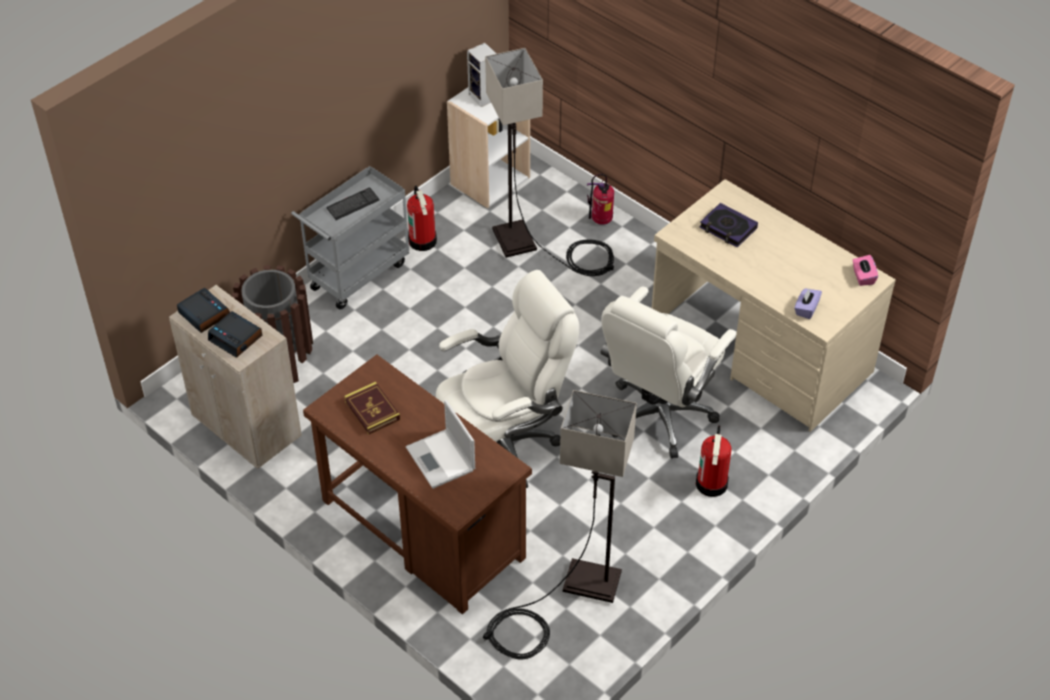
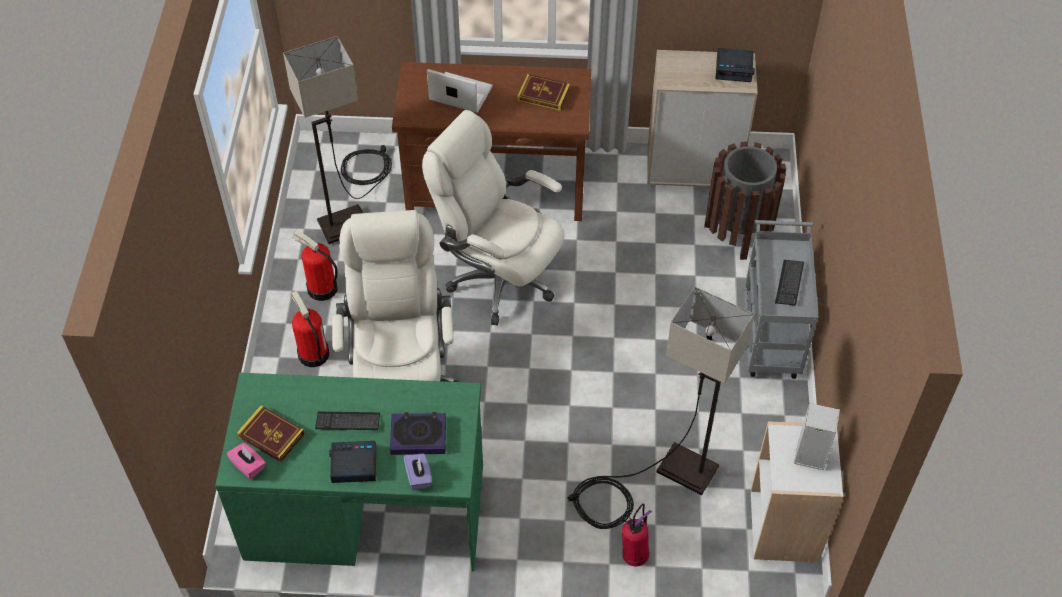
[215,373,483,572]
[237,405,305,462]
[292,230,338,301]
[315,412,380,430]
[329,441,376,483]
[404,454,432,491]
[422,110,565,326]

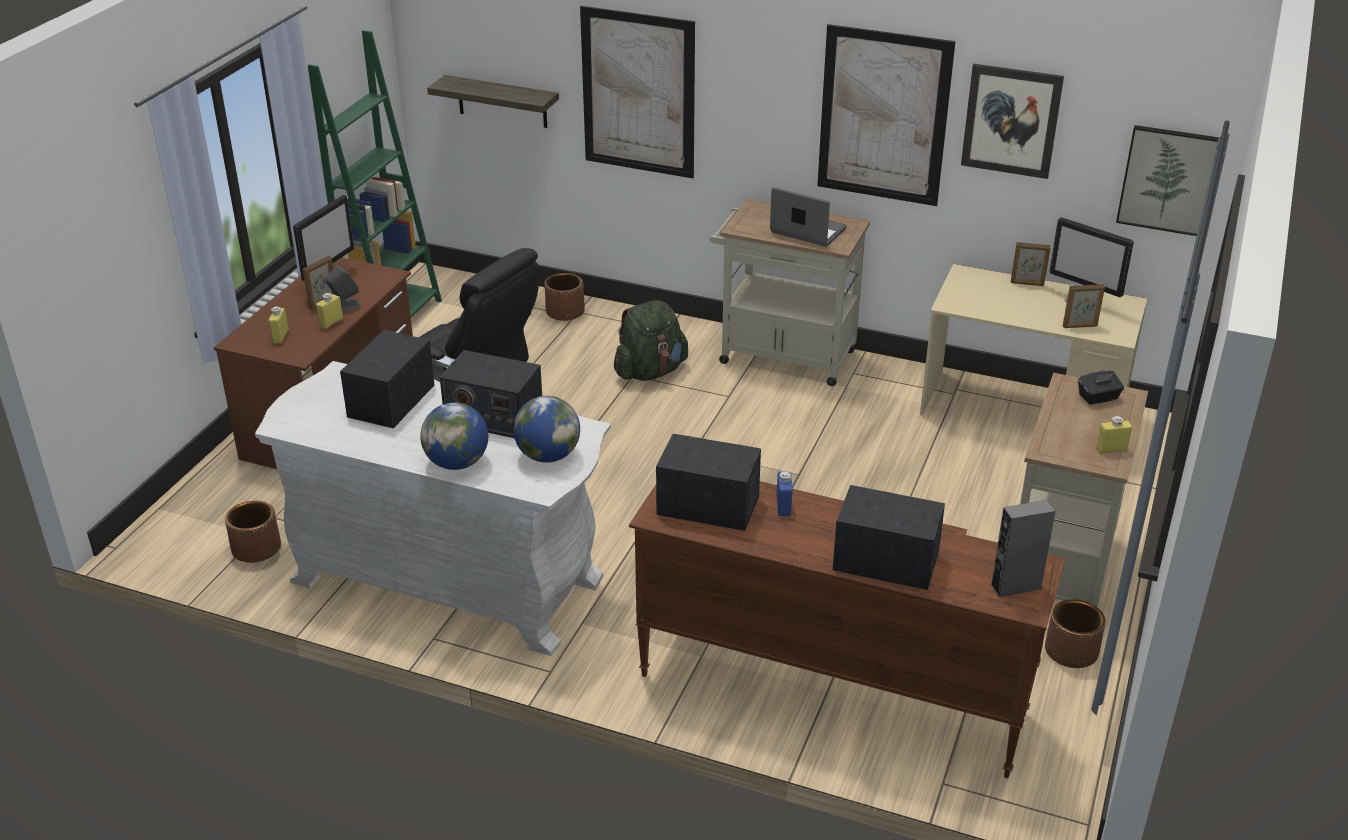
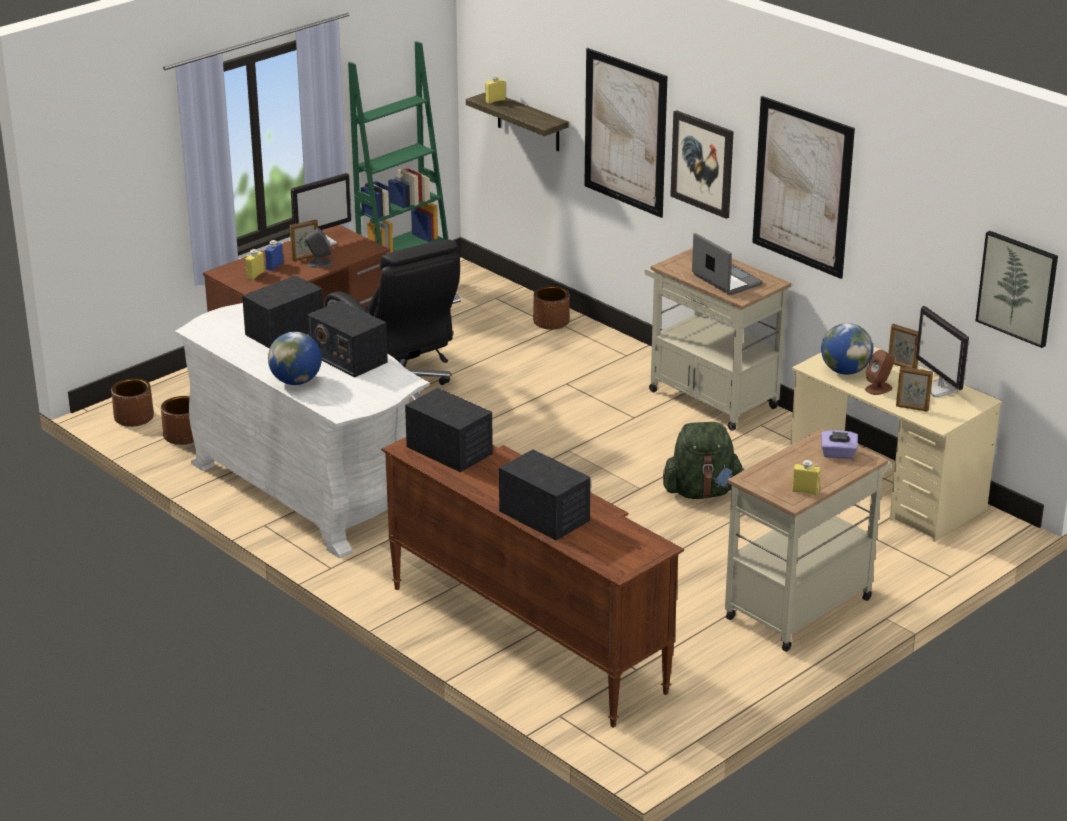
[111,379,154,427]
[265,240,284,271]
[485,75,506,104]
[663,422,744,499]
[670,110,734,219]
[821,323,873,375]
[821,430,858,459]
[865,350,895,395]
[990,500,1056,597] (first image)

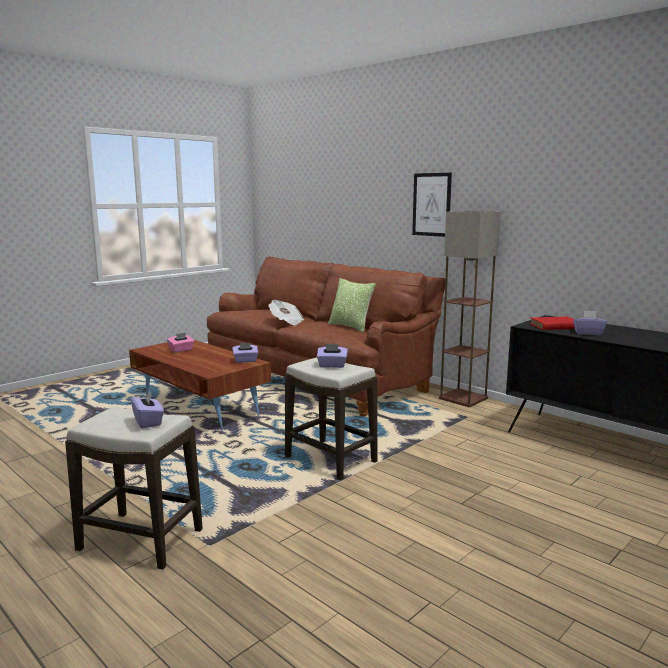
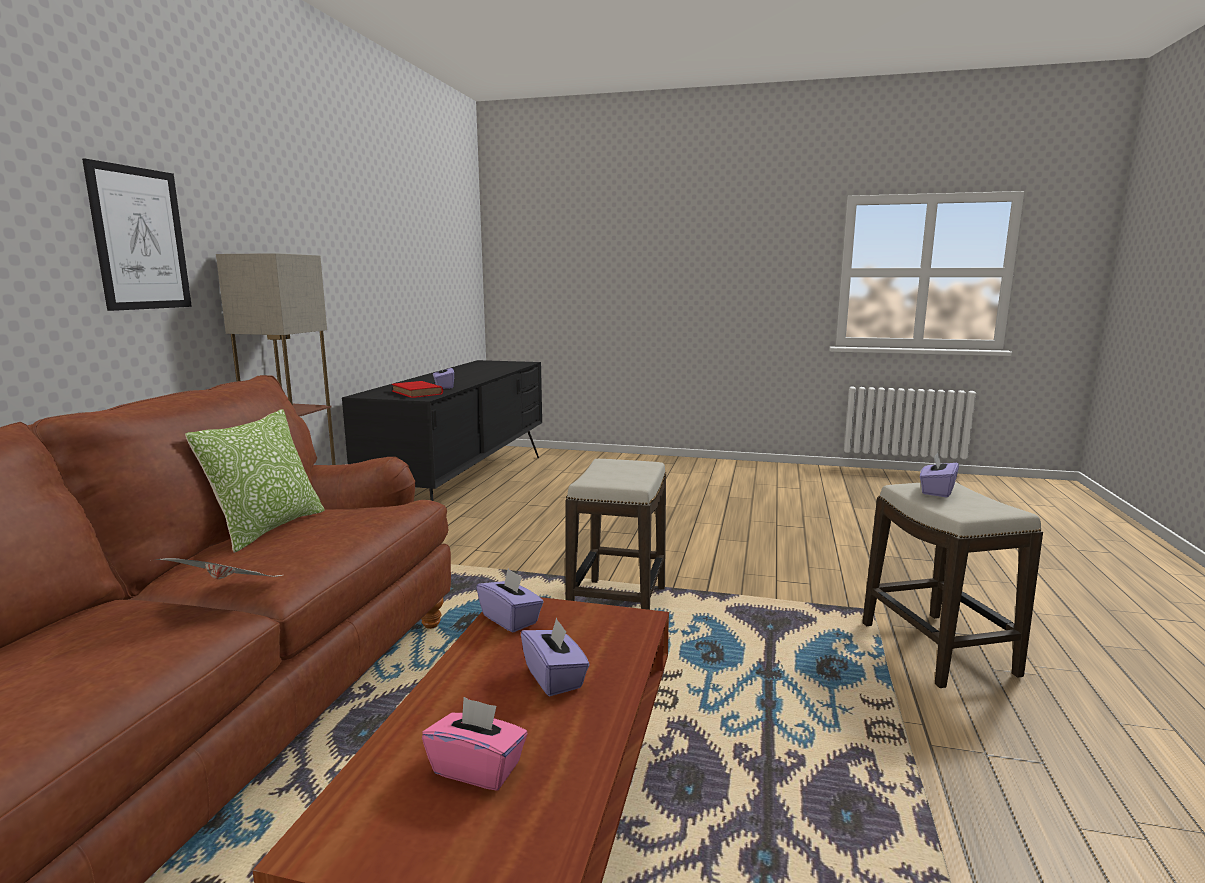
[521,617,589,696]

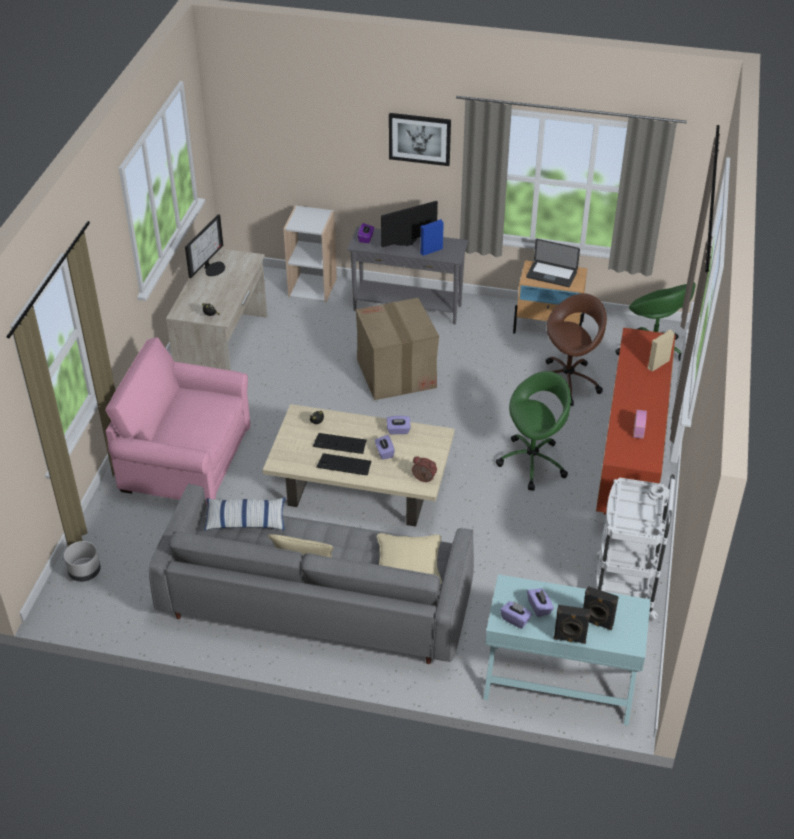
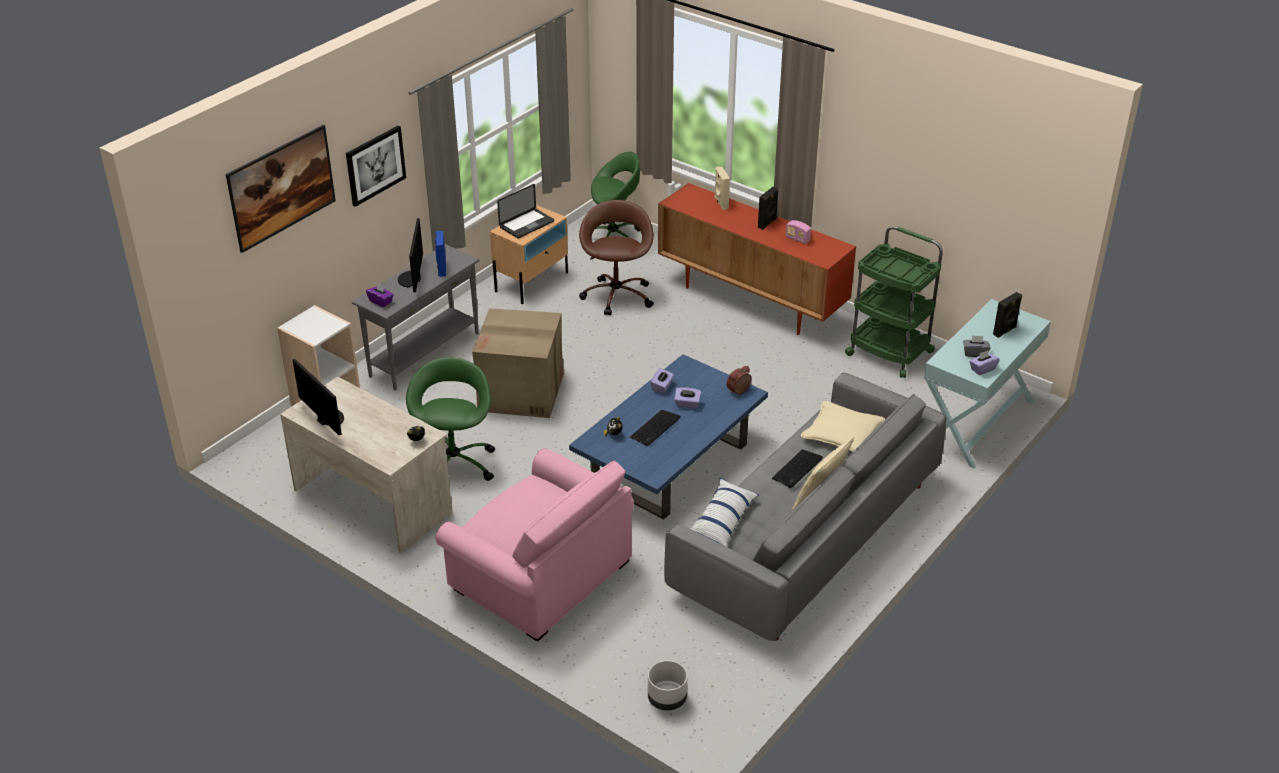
[226,125,336,253]
[406,357,495,481]
[436,448,634,642]
[569,354,768,519]
[758,187,779,230]
[772,449,823,488]
[845,226,943,378]
[963,335,991,357]

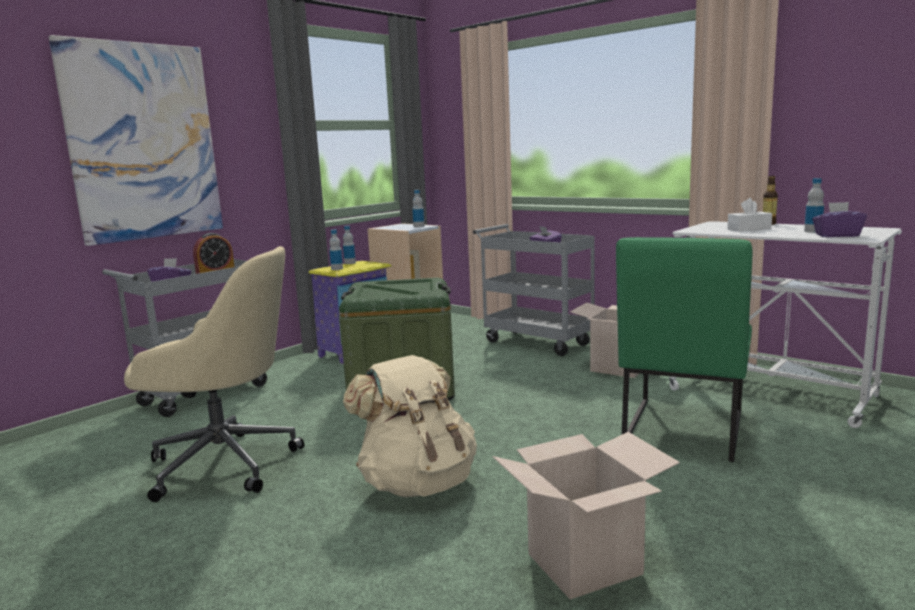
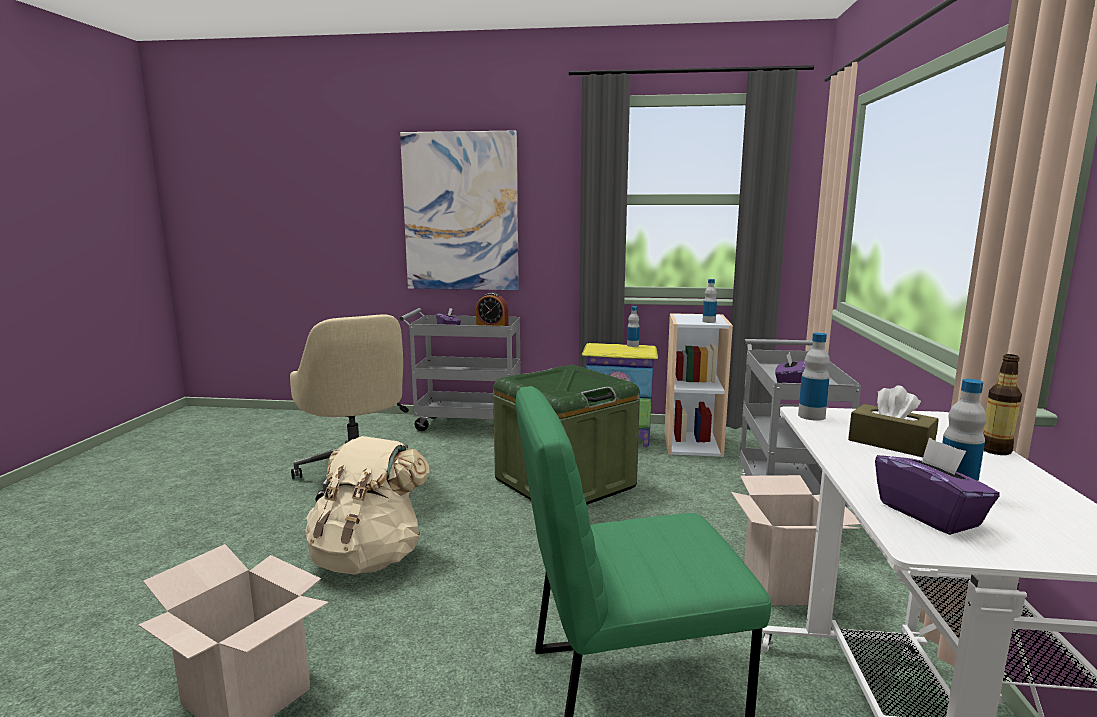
[798,332,830,421]
[848,385,939,457]

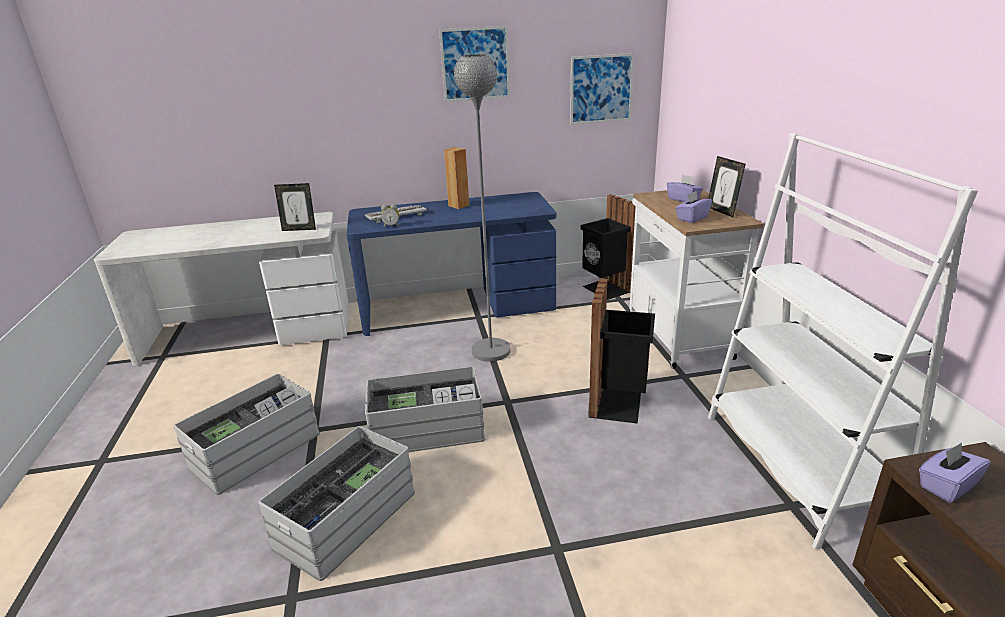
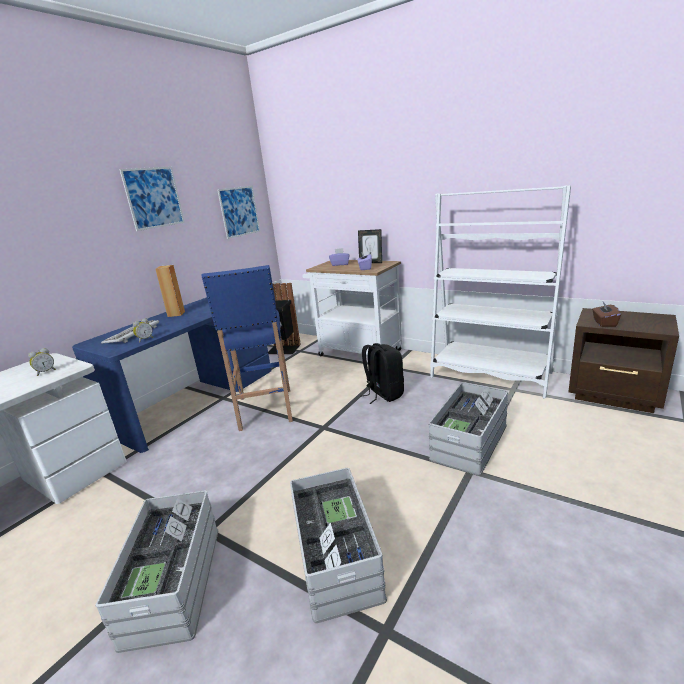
[28,348,56,376]
[202,265,293,431]
[360,343,404,404]
[429,382,508,476]
[592,302,621,327]

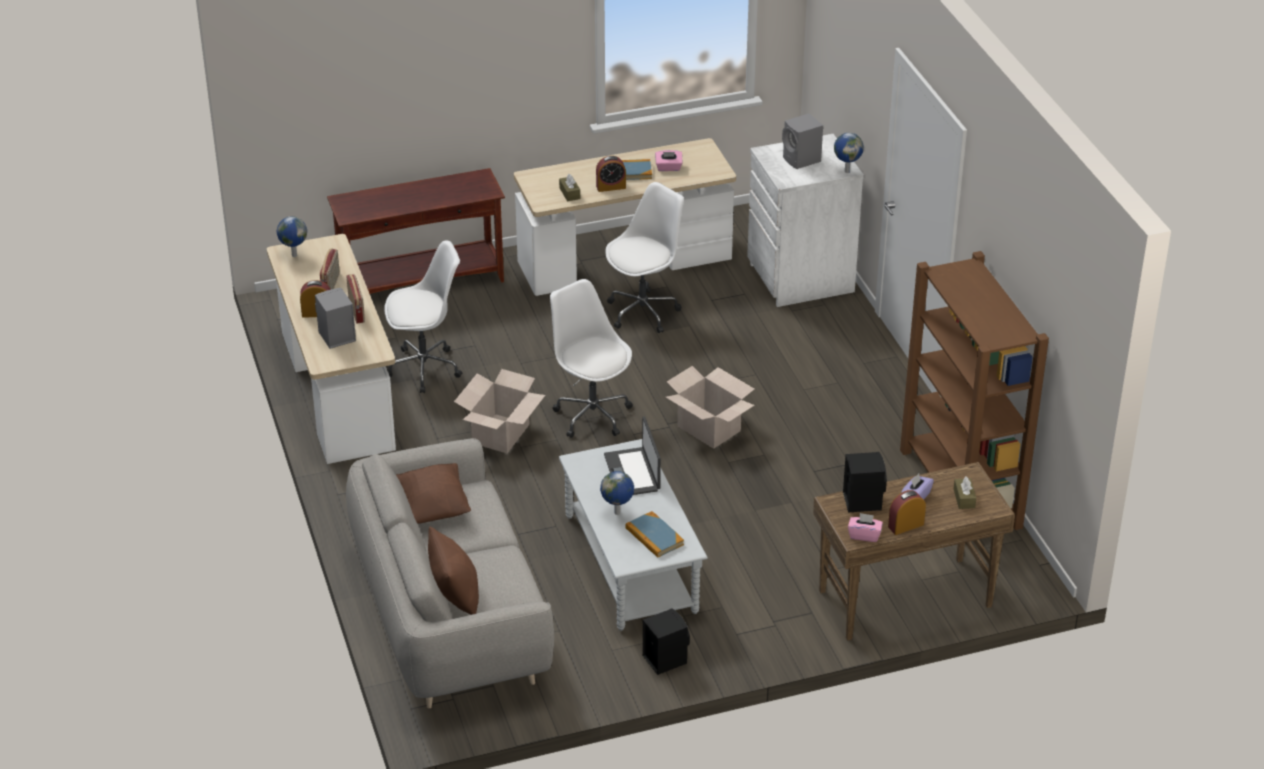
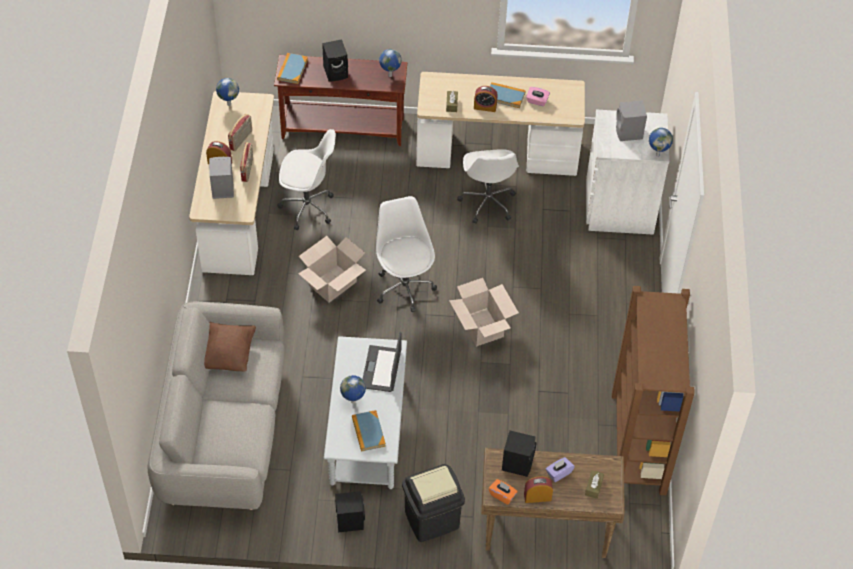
[277,53,308,84]
[322,39,348,82]
[379,49,402,77]
[402,464,465,542]
[457,149,519,224]
[489,479,518,505]
[428,526,479,615] (first image)

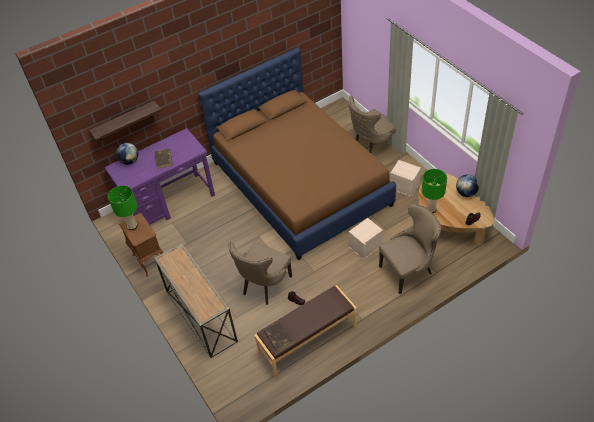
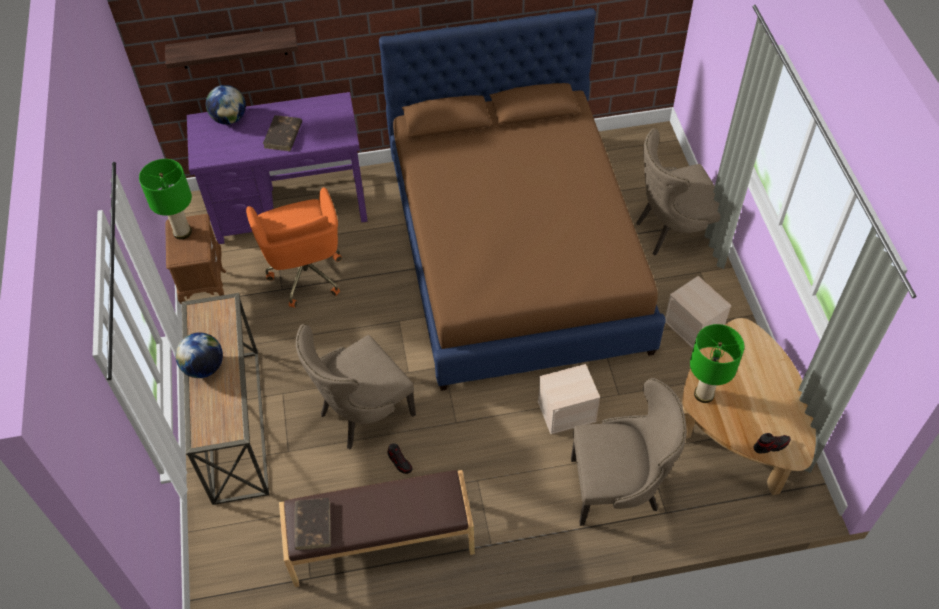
[176,333,223,378]
[246,188,342,308]

